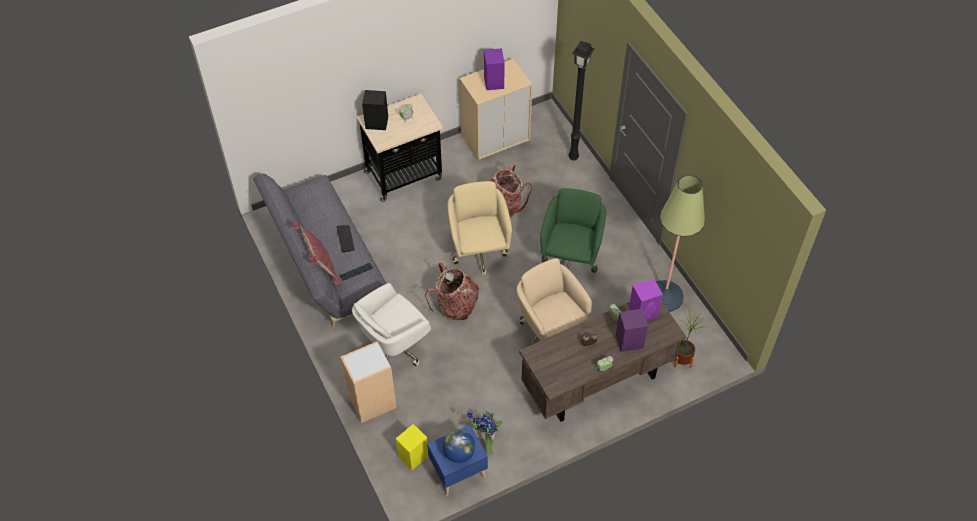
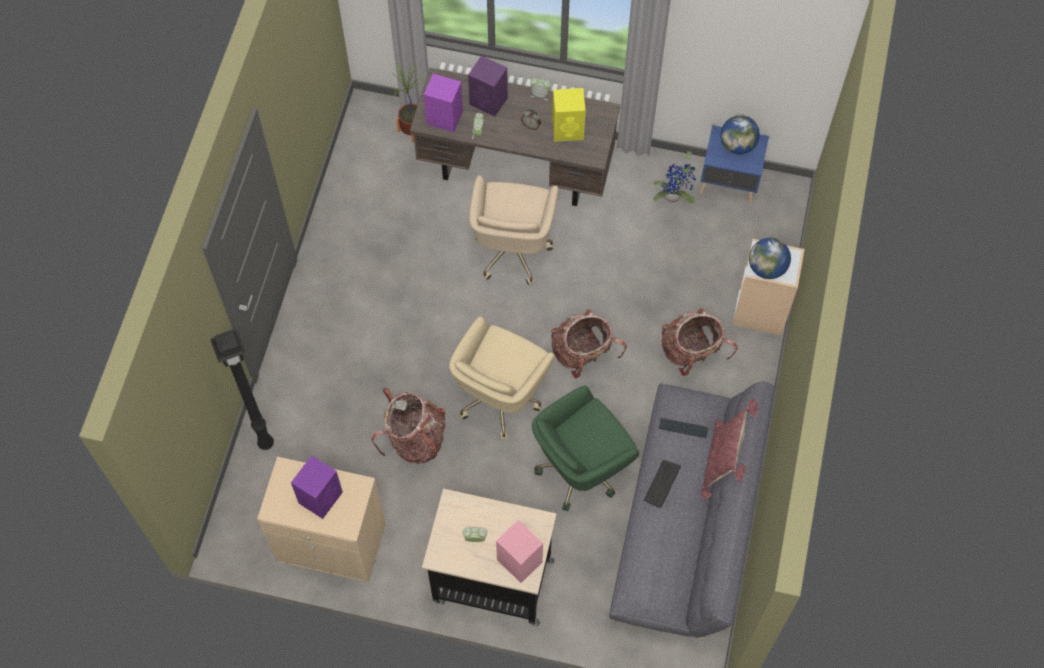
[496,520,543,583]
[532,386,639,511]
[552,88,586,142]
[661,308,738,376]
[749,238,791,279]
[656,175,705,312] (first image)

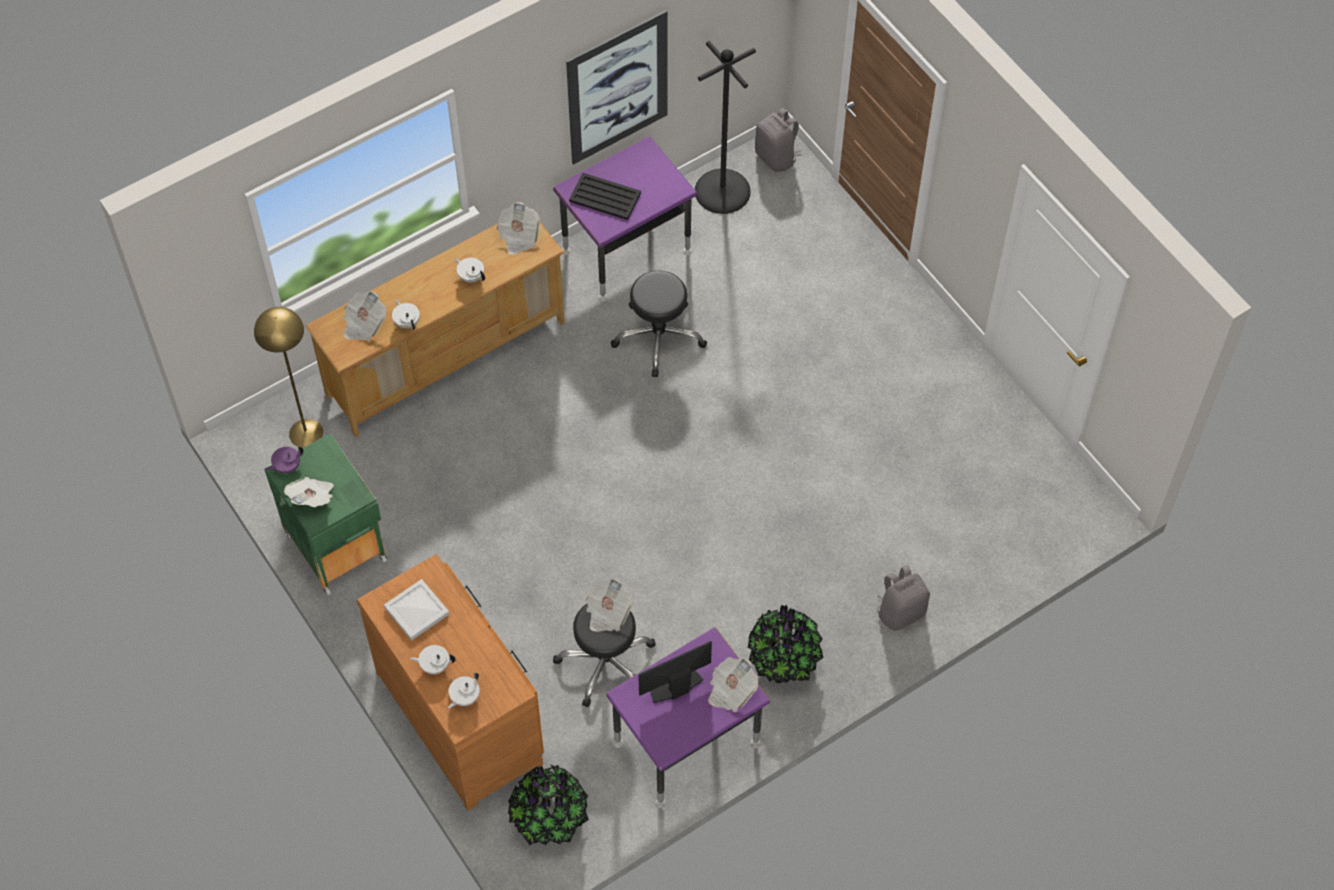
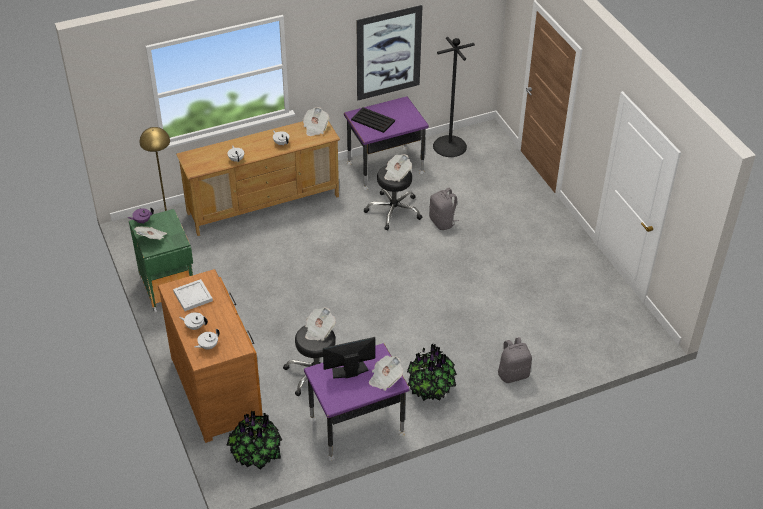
[384,154,412,182]
[429,188,459,230]

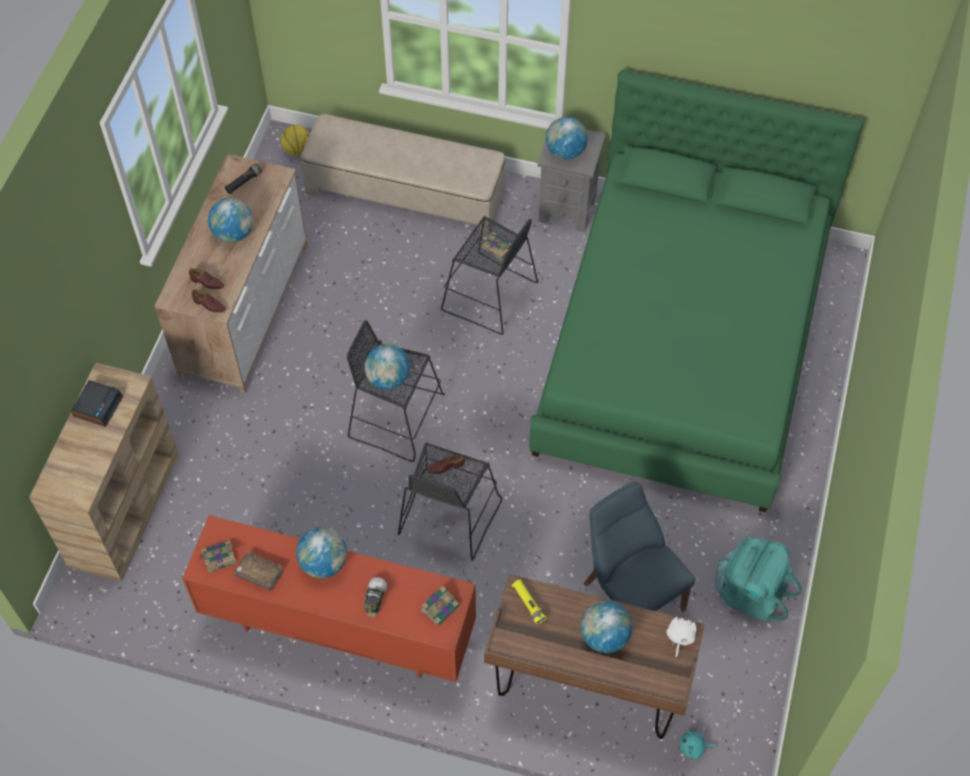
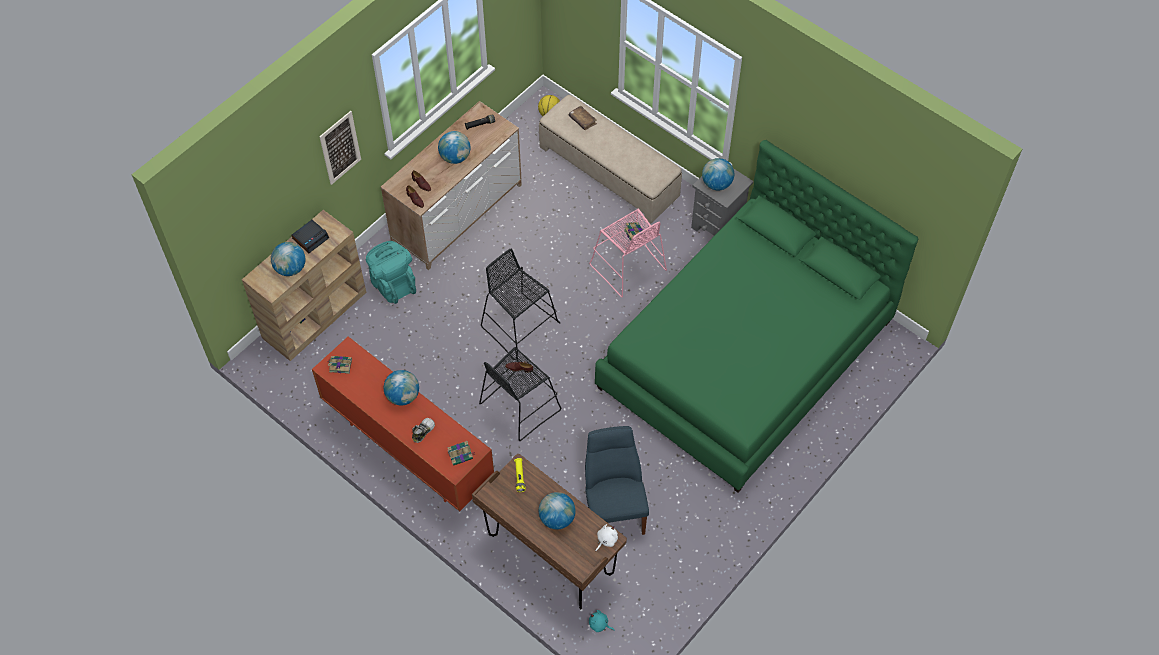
[271,242,305,276]
[319,111,361,185]
[366,241,416,304]
[569,106,597,130]
[589,208,667,297]

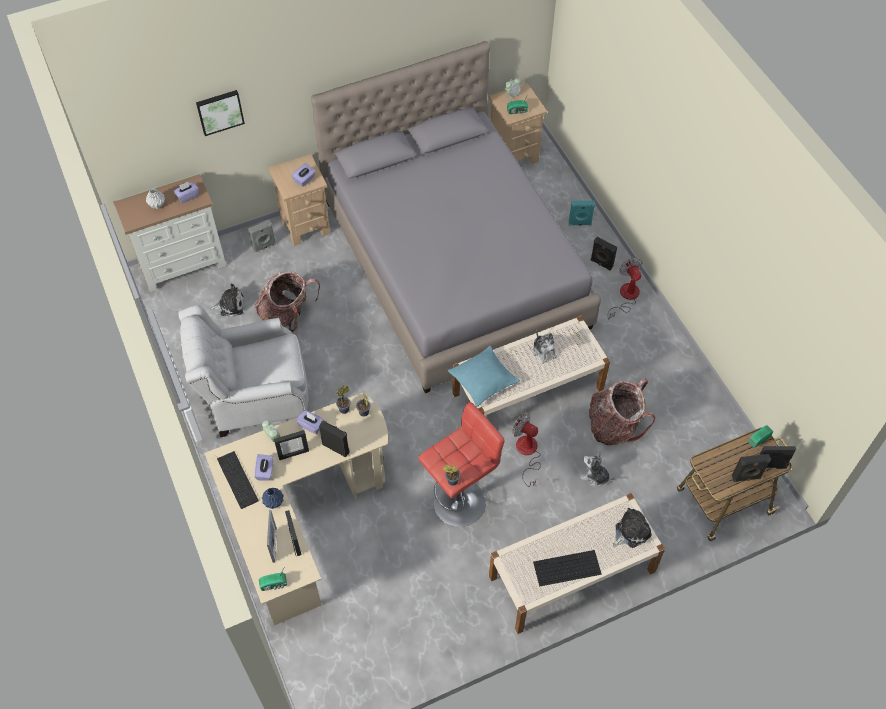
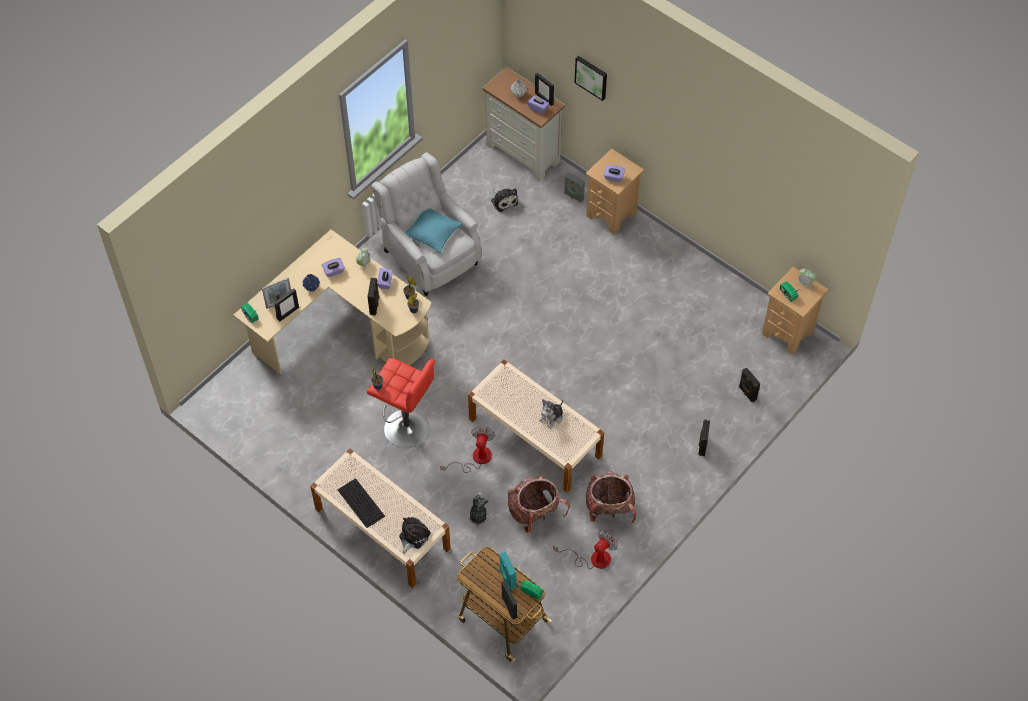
[399,517,431,554]
[405,209,463,253]
[499,552,516,590]
[535,73,554,106]
[553,530,618,569]
[586,471,636,523]
[739,368,760,403]
[217,451,259,509] (first image)
[311,41,601,393] (first image)

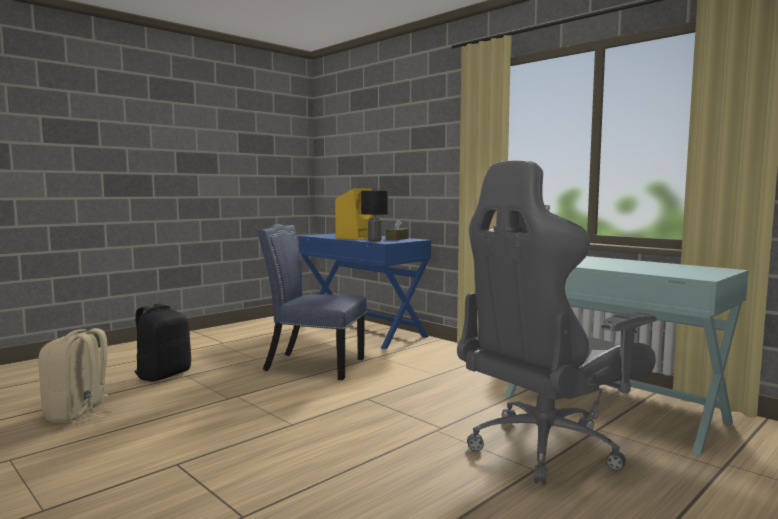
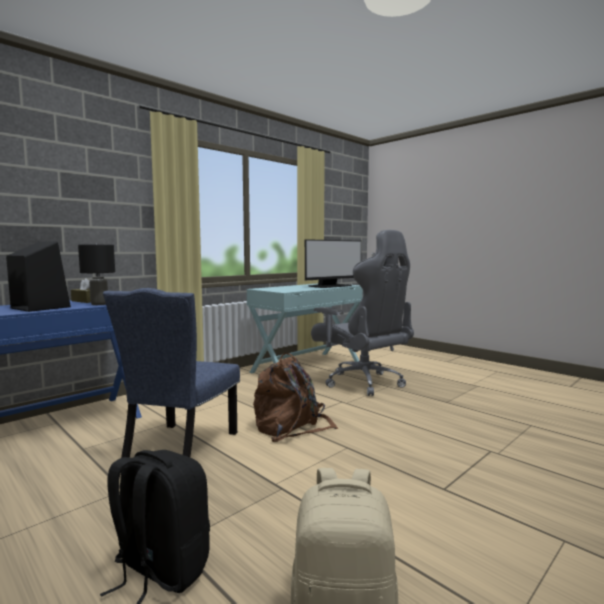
[6,241,71,312]
[253,353,338,442]
[305,239,361,288]

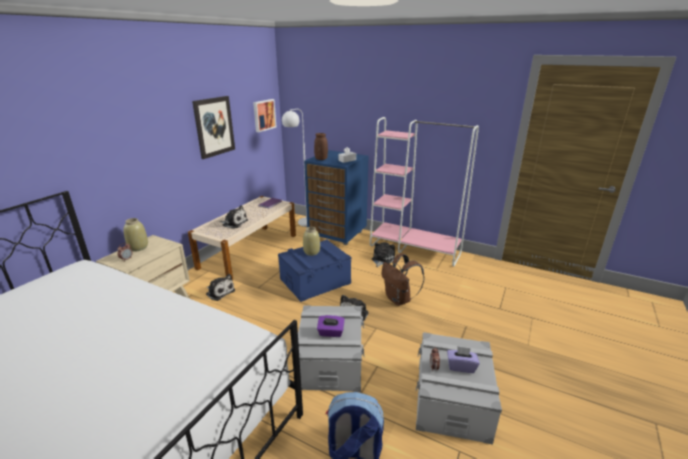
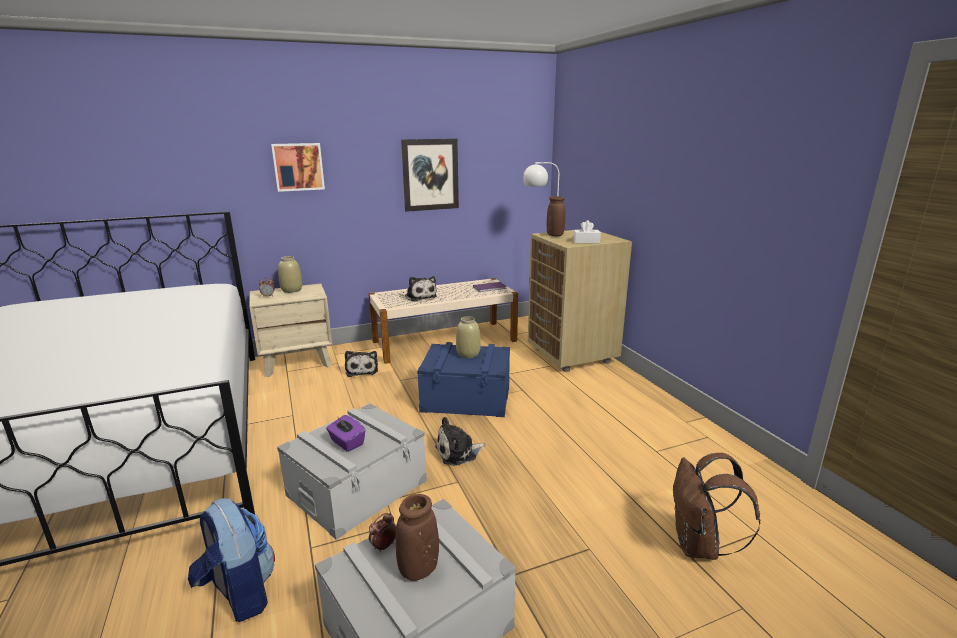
[271,143,325,192]
[396,494,439,581]
[528,229,632,372]
[673,453,760,560]
[370,117,479,266] (first image)
[372,242,395,267] (first image)

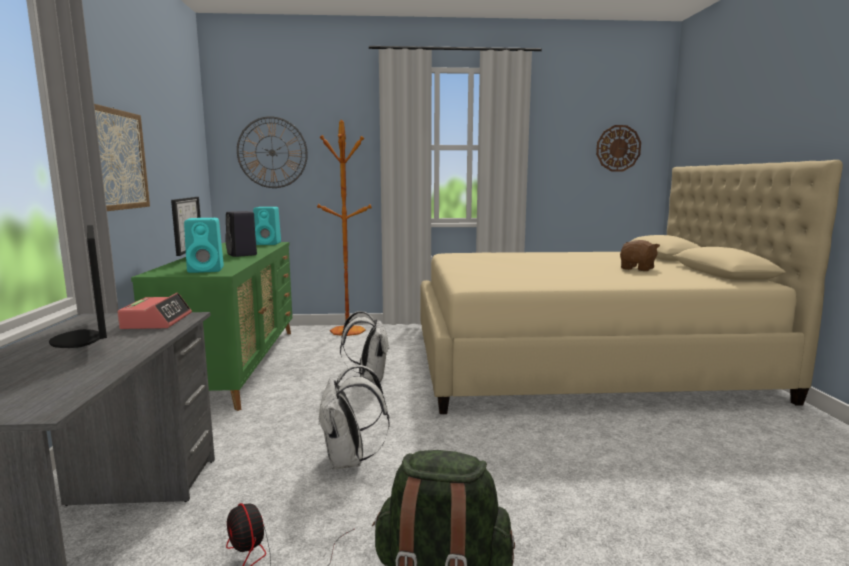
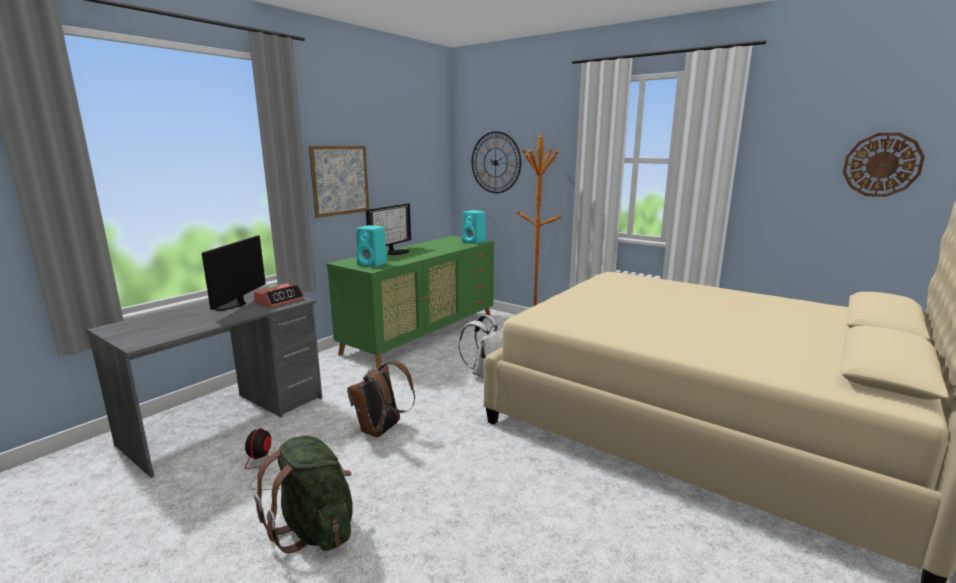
[347,361,415,437]
[225,211,257,257] (first image)
[620,240,660,271] (first image)

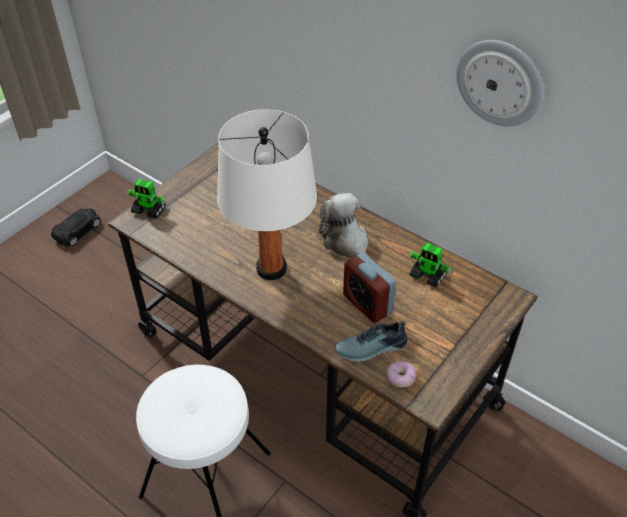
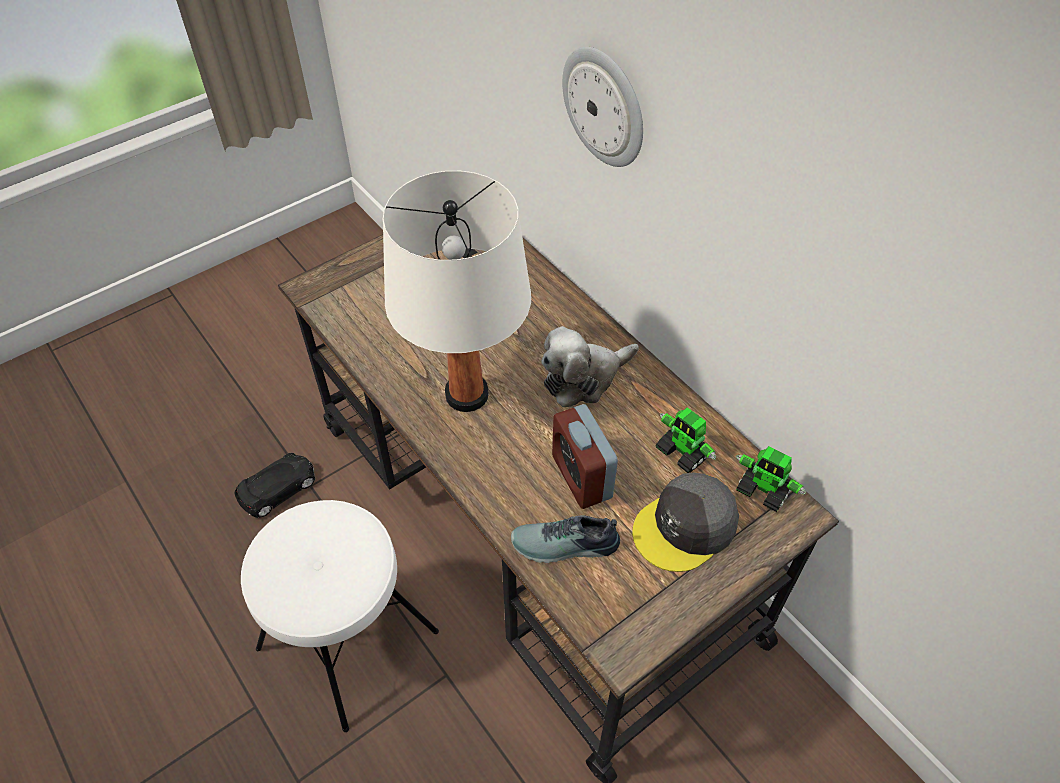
[234,453,315,518]
[541,326,639,407]
[562,47,643,167]
[632,473,739,572]
[736,446,806,512]
[386,361,416,387] (first image)

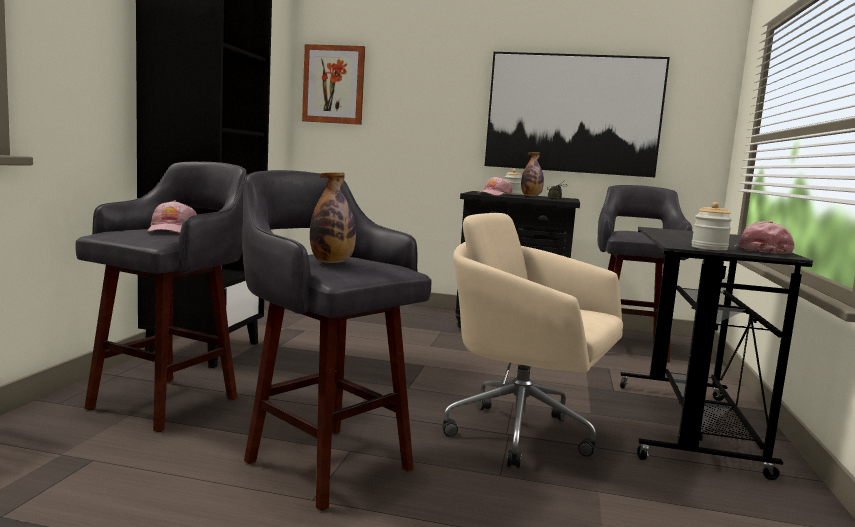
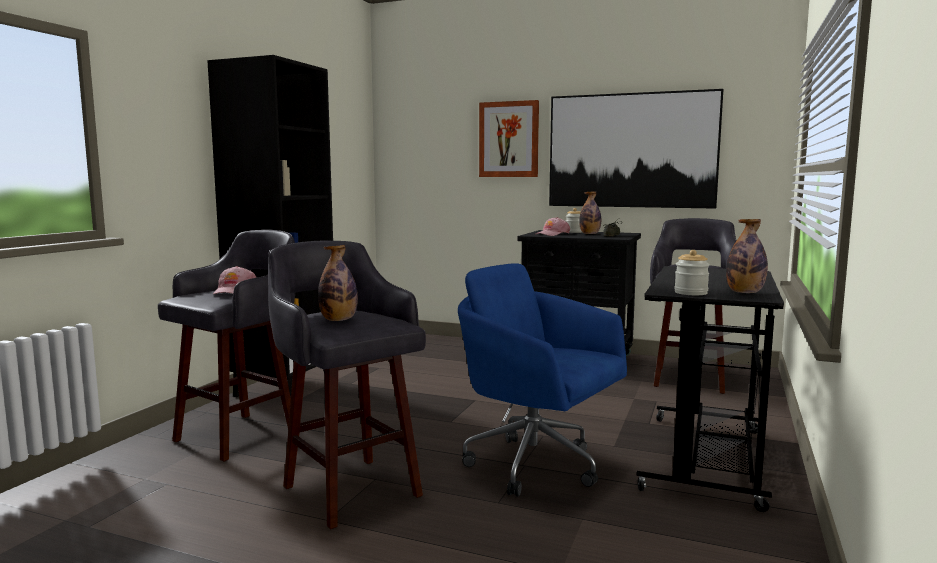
[458,263,627,497]
[479,100,539,177]
[726,219,768,293]

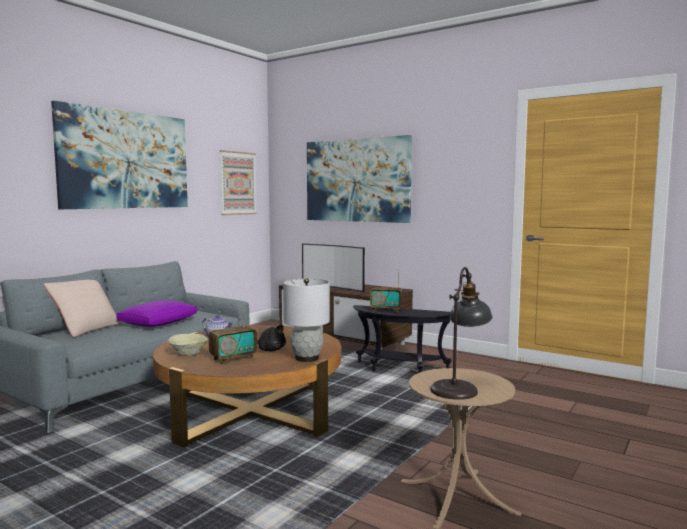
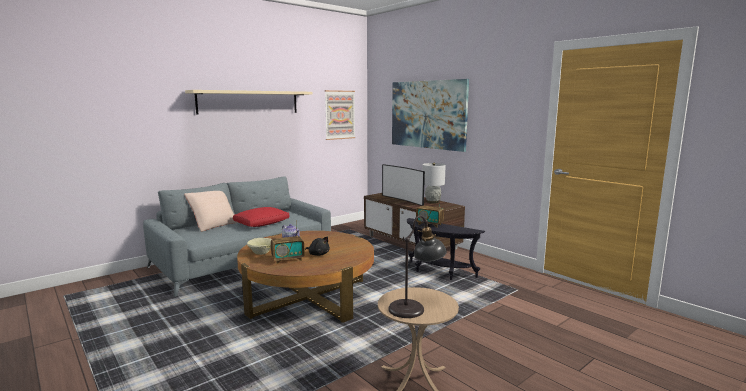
[185,90,313,115]
[233,207,289,227]
[422,163,446,204]

